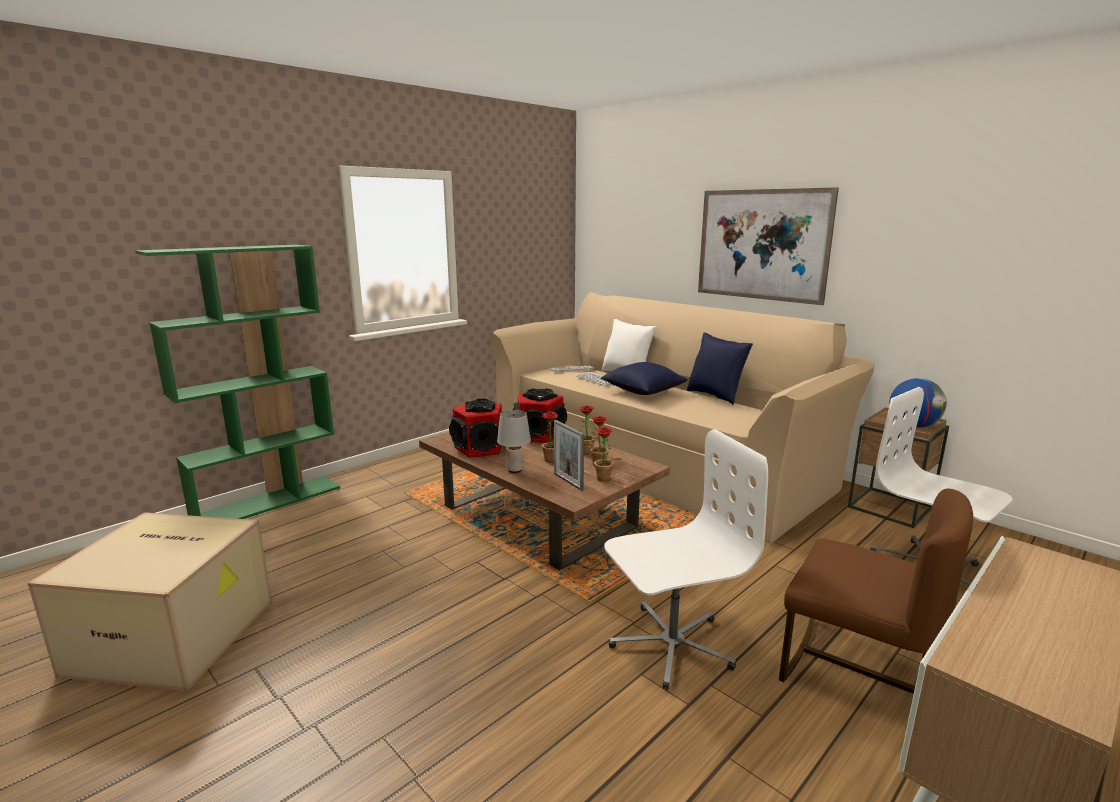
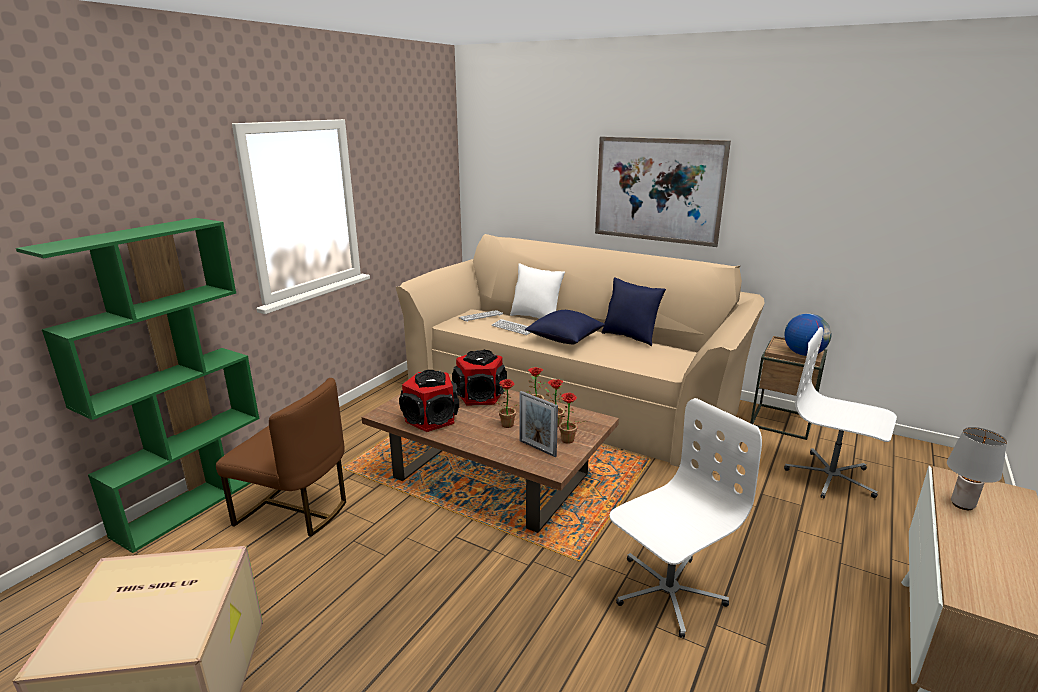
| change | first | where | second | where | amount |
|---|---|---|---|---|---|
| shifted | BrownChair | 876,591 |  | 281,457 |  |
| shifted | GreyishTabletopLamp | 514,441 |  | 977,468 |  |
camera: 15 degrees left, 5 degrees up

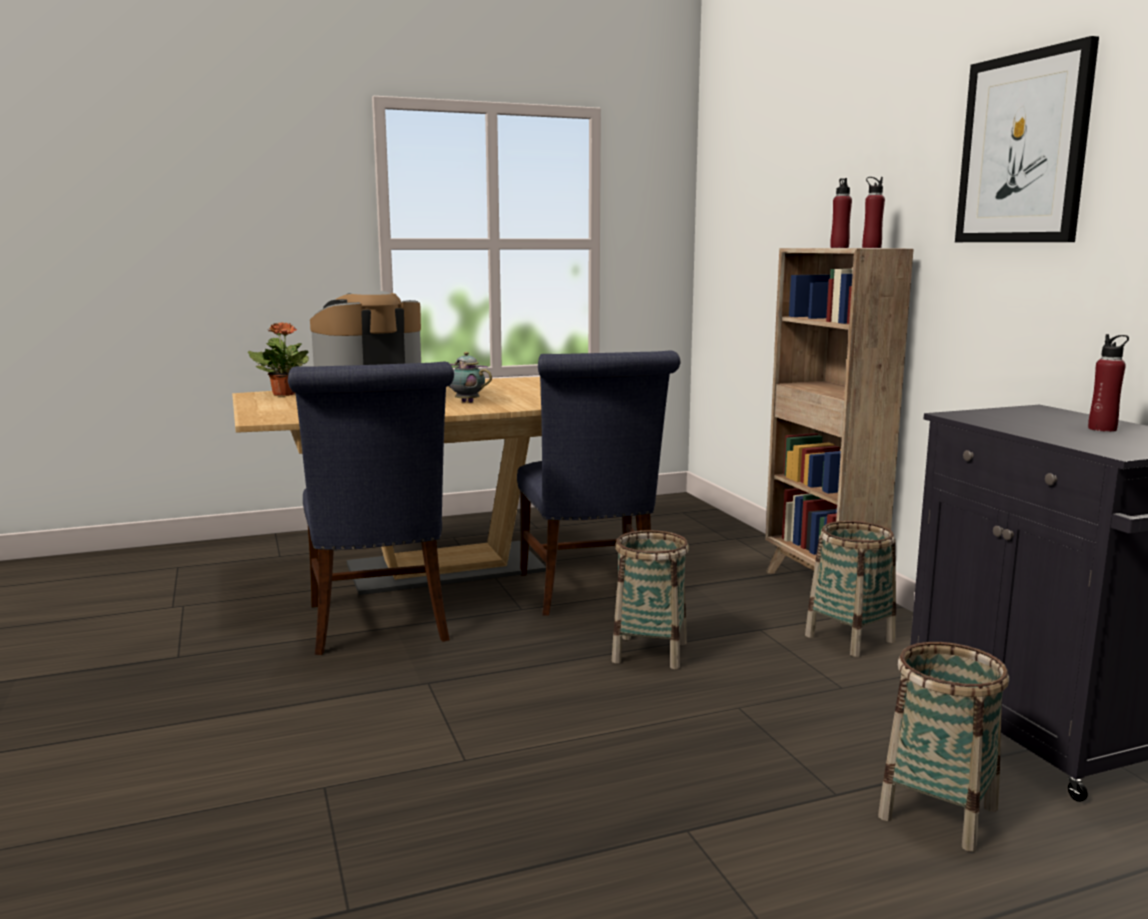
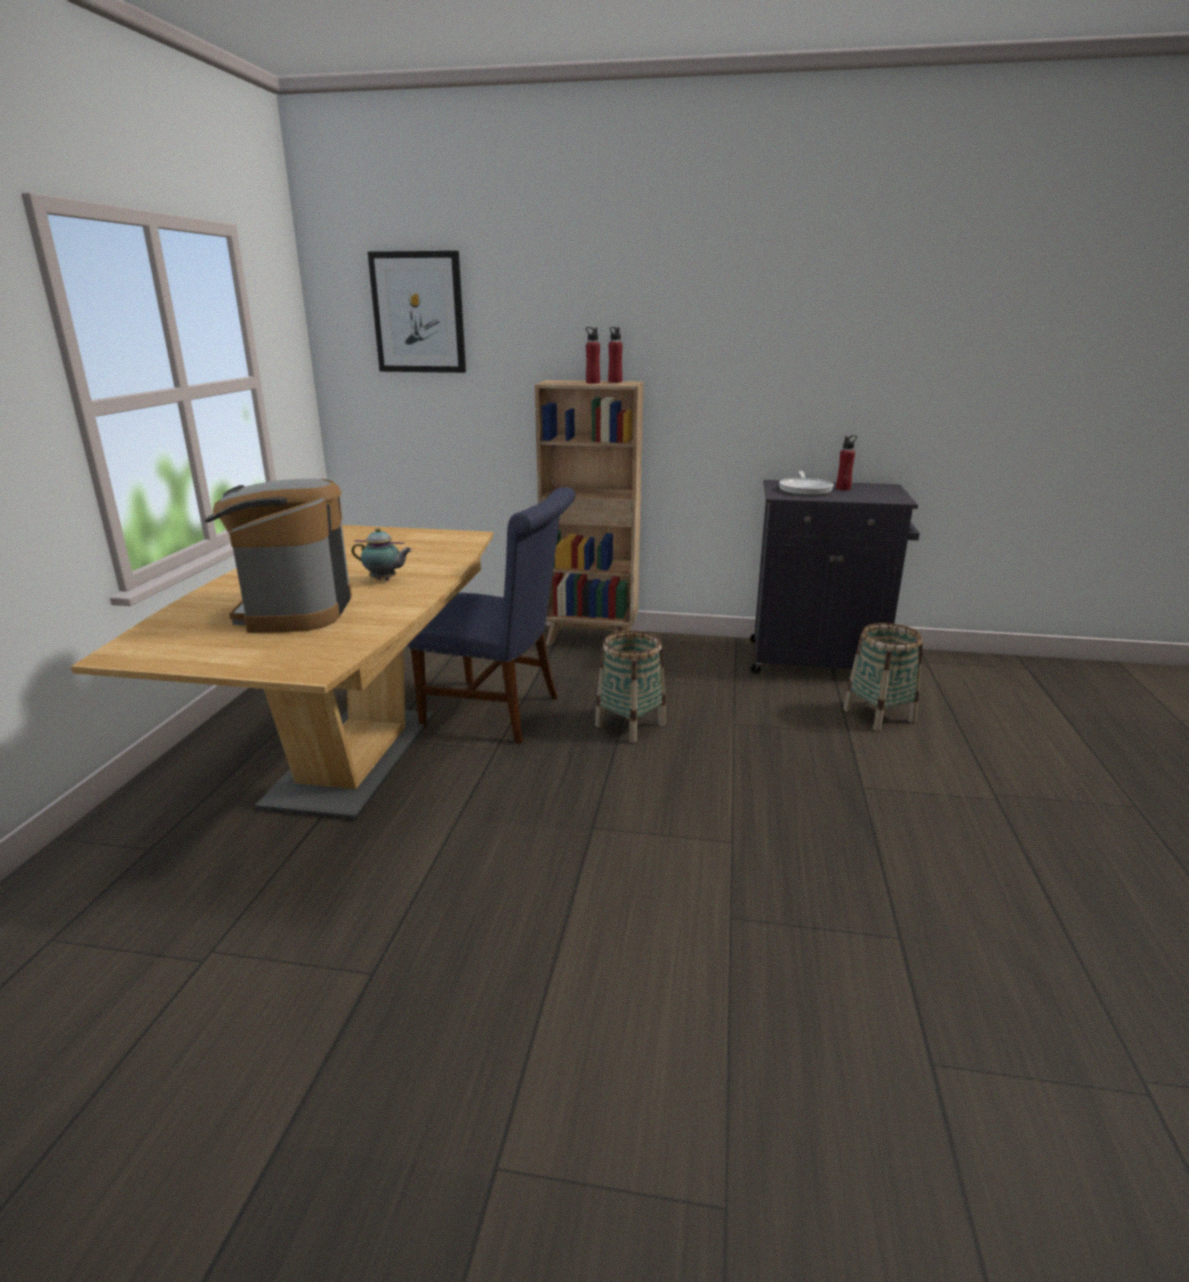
| change | first | where | second | where | amount |
|---|---|---|---|---|---|
| rotated | Teapot | 470,377 |  | 381,554 | 135 degrees counterclockwise |
| shifted | WallArt | 1027,139 |  | 417,312 |  |
| new |  |  | FryingPan | 806,483 |  |
| gone | PottedPlant | 278,359 |  |  |  |
| gone | BluishChair | 371,508 |  |  |  |
| gone | HouseholdBasket | 850,589 |  |  |  |
camera: 60 degrees left, 10 degrees up

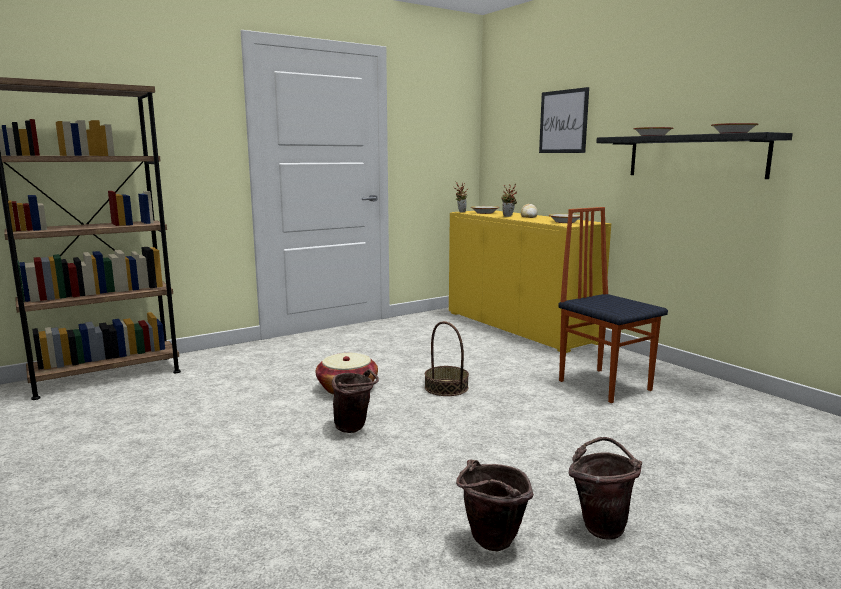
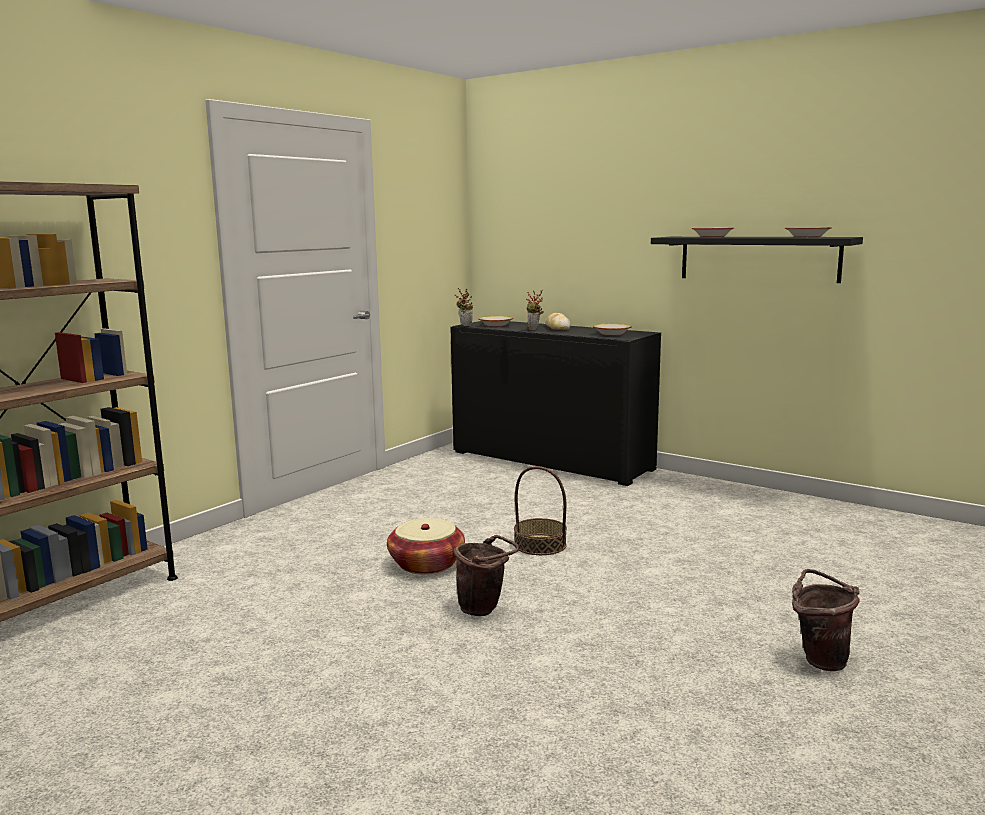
| change | first | where | second | where | amount |
|---|---|---|---|---|---|
| repainted | YellowishCabinet | 530,282 | BlackishCabinet | 555,403 |  |
| gone | BrownWaterBucket | 495,505 |  |  |  |
| gone | WallArt | 564,120 |  |  |  |
| gone | Chair | 613,305 |  |  |  |
camera: 20 degrees left, 0 degrees up

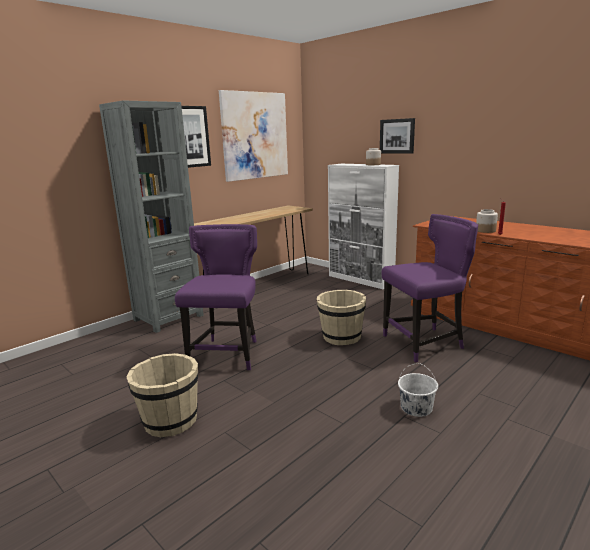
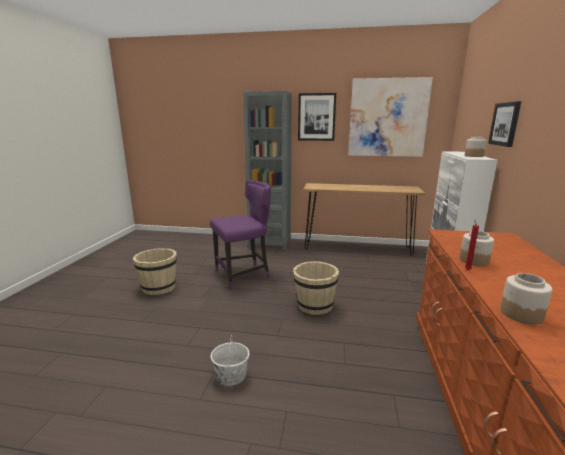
| change | first | where | second | where | amount |
|---|---|---|---|---|---|
| new |  |  | Jar | 526,299 |  |
| gone | PurpleColouredChair | 429,288 |  |  |  |
camera: 55 degrees right, 0 degrees up

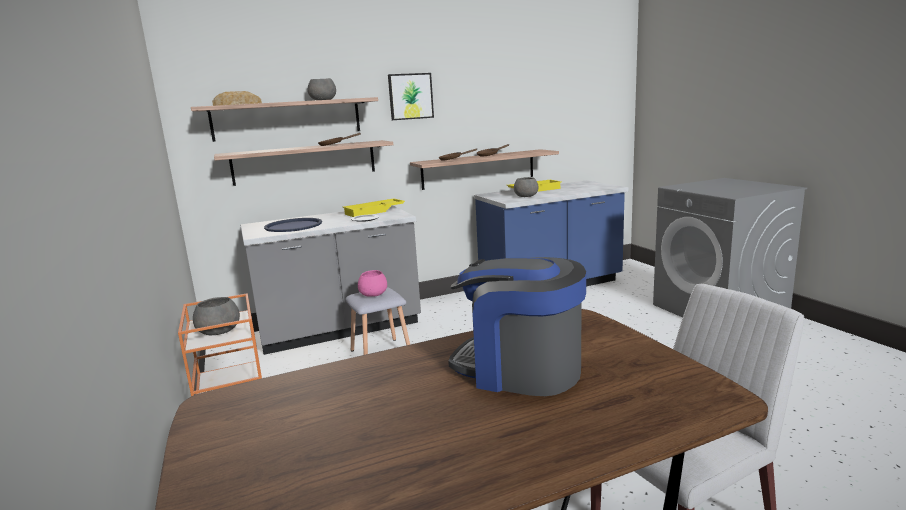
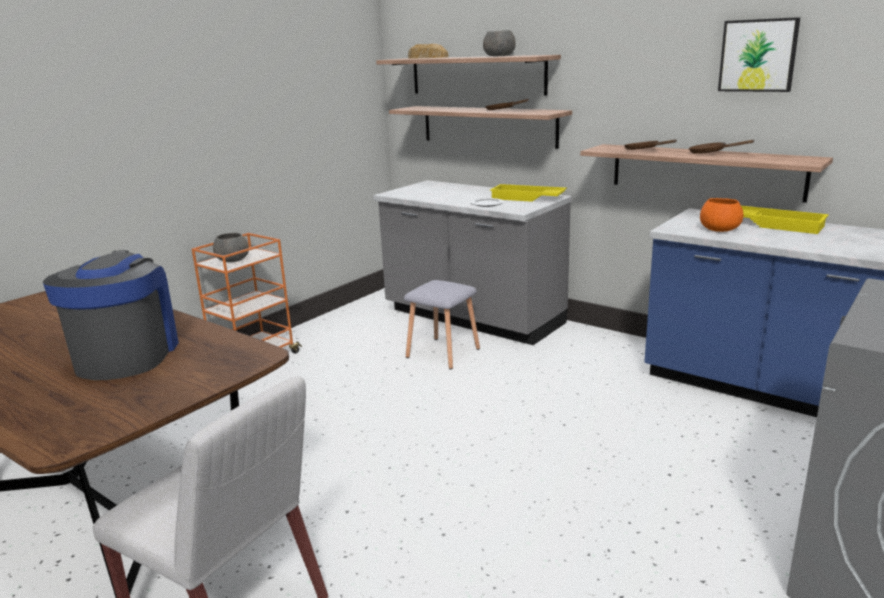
| change | first | where | second | where | amount |
|---|---|---|---|---|---|
| repainted | GreyishServingBowl | 526,187 | OrangeColouredServingBowl | 721,215 |  |
| shifted | WallArt | 411,96 |  | 759,54 |  |
| gone | BluishServingTray | 293,225 |  |  |  |
| gone | PinkServingBowl | 372,283 |  |  |  |
camera: 60 degrees right, 5 degrees up

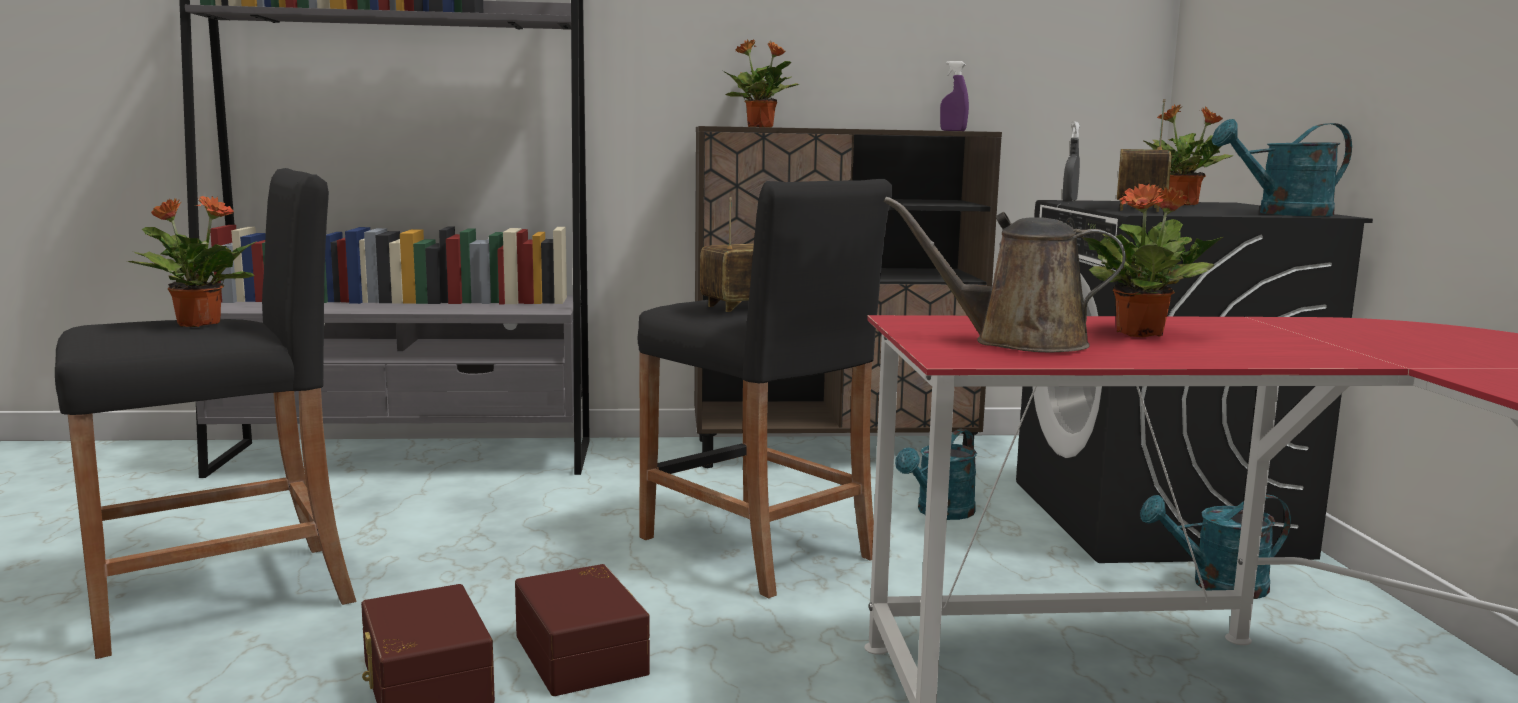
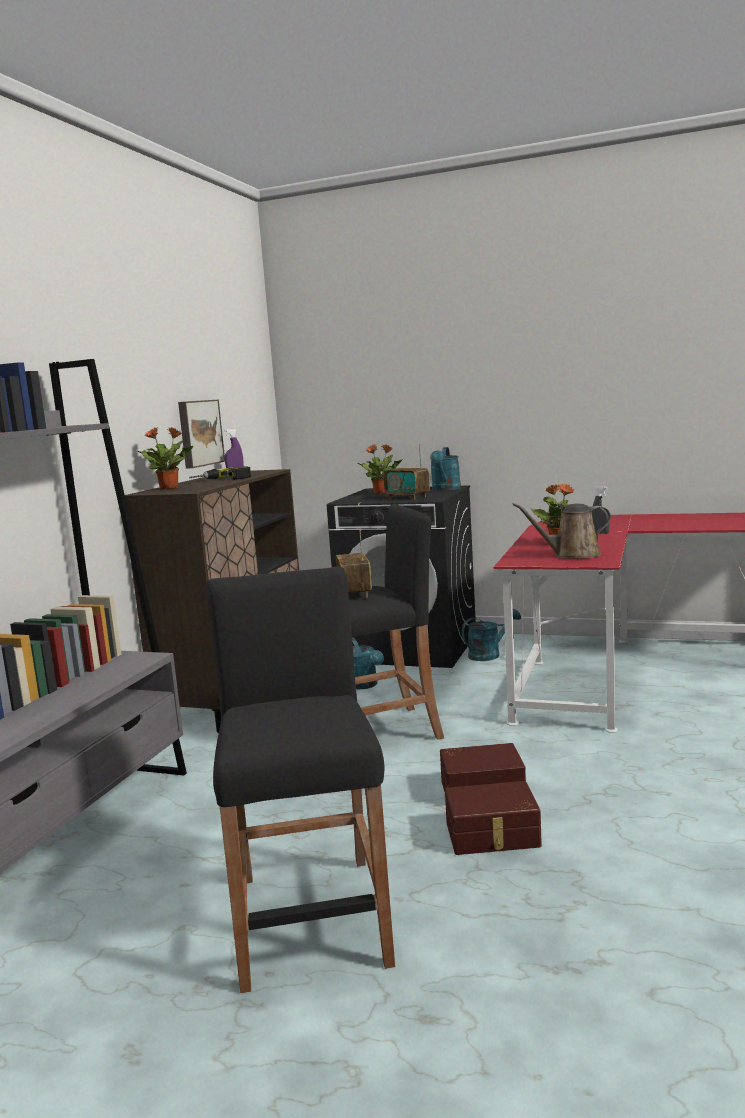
| change | first | where | second | where | amount |
|---|---|---|---|---|---|
| new |  |  | WallArt | 201,434 |  |
| new |  |  | PowerDrill | 220,473 |  |
| rotated | BlueGreenWateringCan | 1215,547 |  | 491,635 | 135 degrees counterclockwise |
| rotated | BrownWateringCan | 1005,274 |  | 561,531 | 45 degrees clockwise |
| shifted | GreyishSprayer | 1071,161 |  | 601,510 |  |
| gone | PottedPlant | 192,261 |  |  |  |
camera: 65 degrees left, 0 degrees up

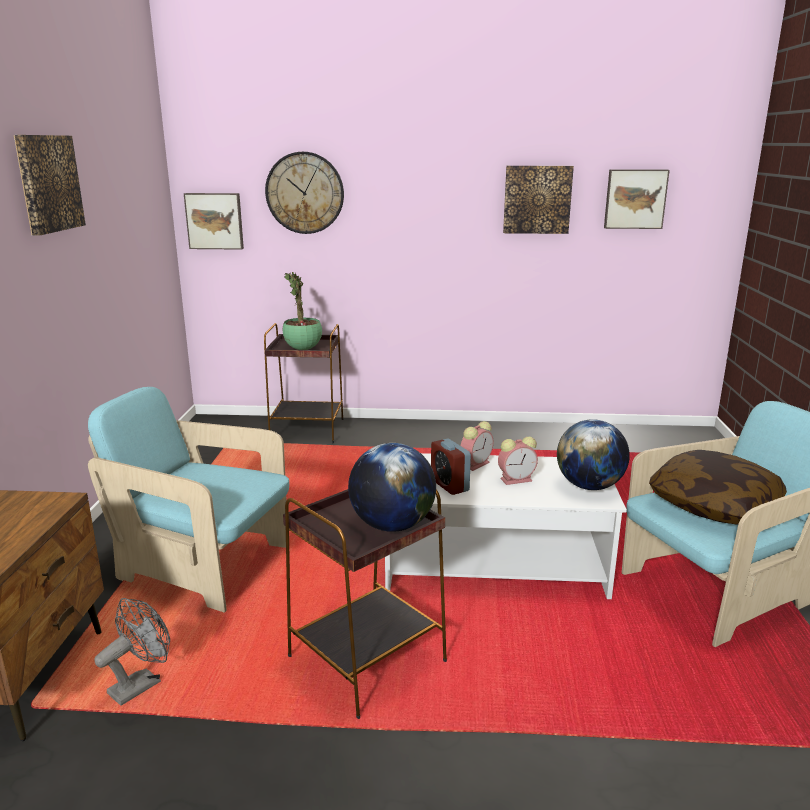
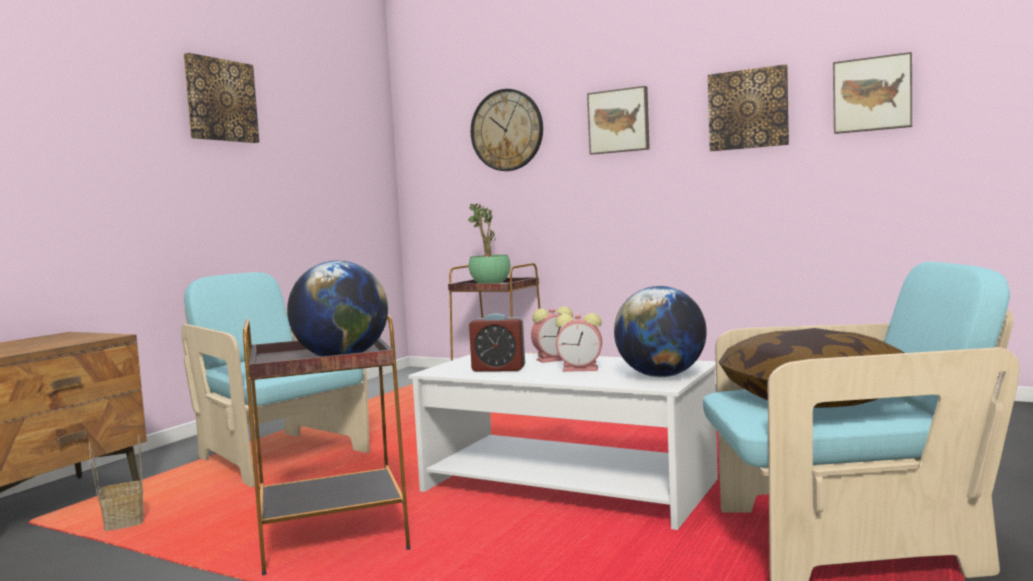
| change | first | where | second | where | amount |
|---|---|---|---|---|---|
| swapped | GreyishFan | 132,652 | HouseholdBasket | 116,483 |  |
| rotated | AlarmClock | 451,467 |  | 497,342 | 75 degrees counterclockwise |
| shifted | WallArt | 214,221 |  | 618,120 |  |
camera: 25 degrees right, 15 degrees down

